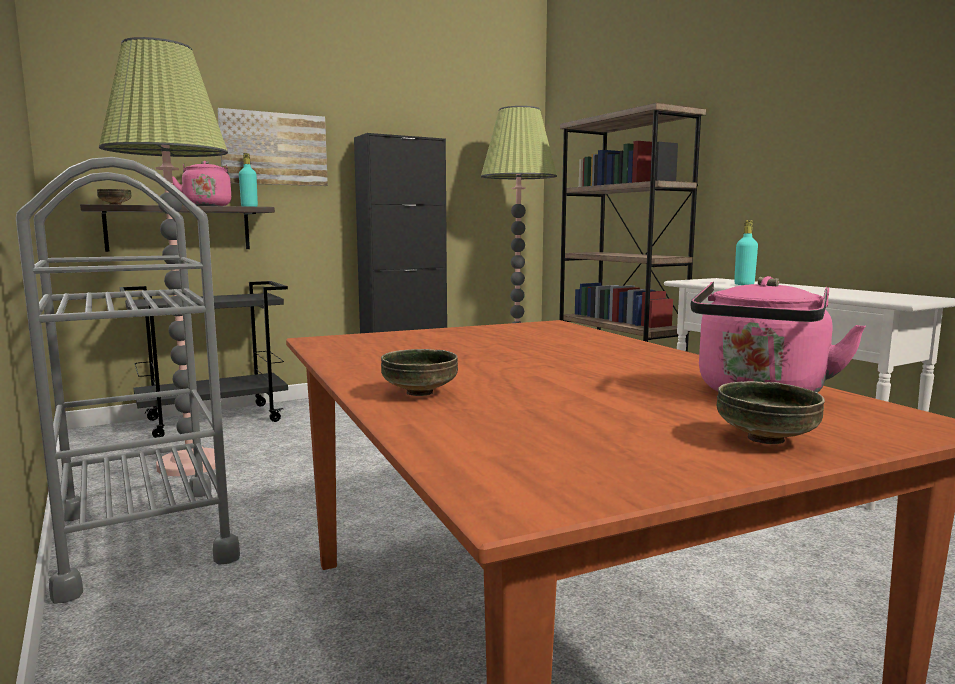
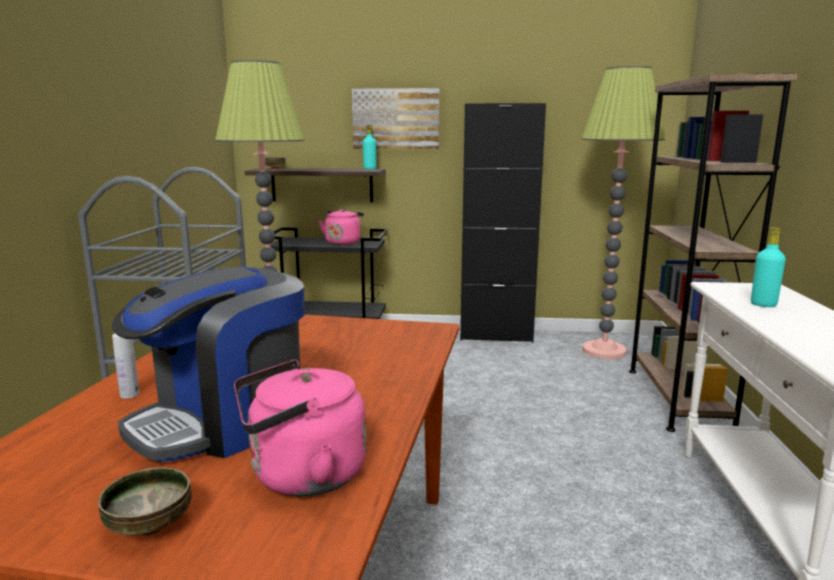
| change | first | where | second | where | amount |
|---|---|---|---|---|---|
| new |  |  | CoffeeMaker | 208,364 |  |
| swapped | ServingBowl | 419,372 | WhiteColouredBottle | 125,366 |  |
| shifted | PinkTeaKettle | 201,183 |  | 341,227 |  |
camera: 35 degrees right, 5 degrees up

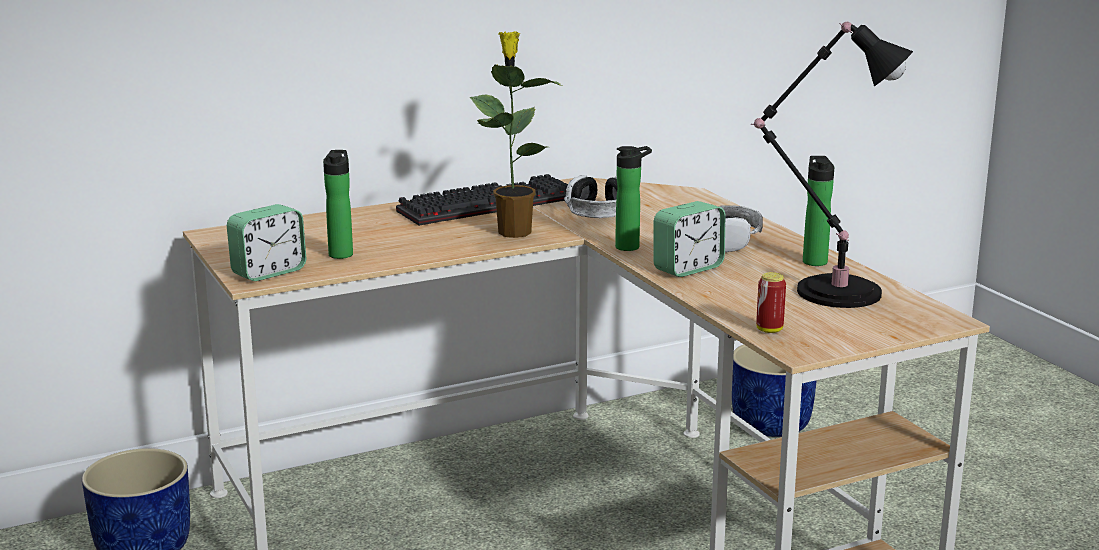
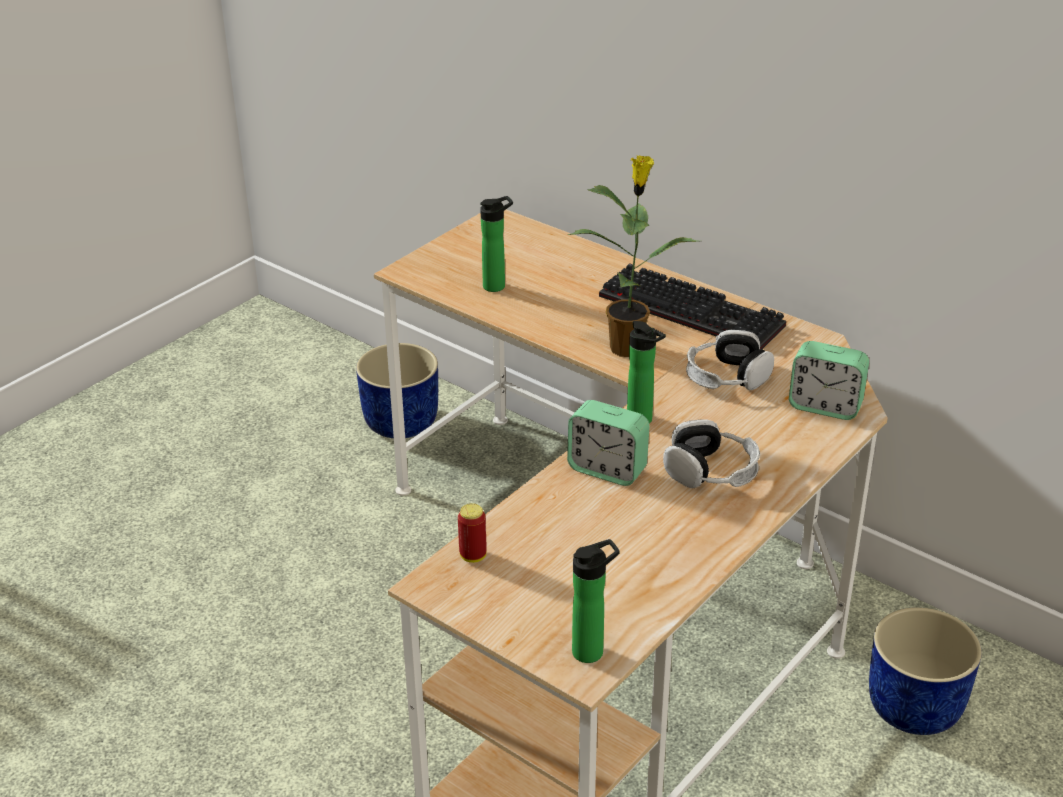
| change | first | where | second | where | amount |
|---|---|---|---|---|---|
| shifted | Bottle | 818,211 |  | 595,601 |  |
| shifted | AlarmClock | 266,242 |  | 829,380 |  |
| gone | BlackishTabletopLamp | 832,165 |  |  |  |
camera: 65 degrees right, 15 degrees up

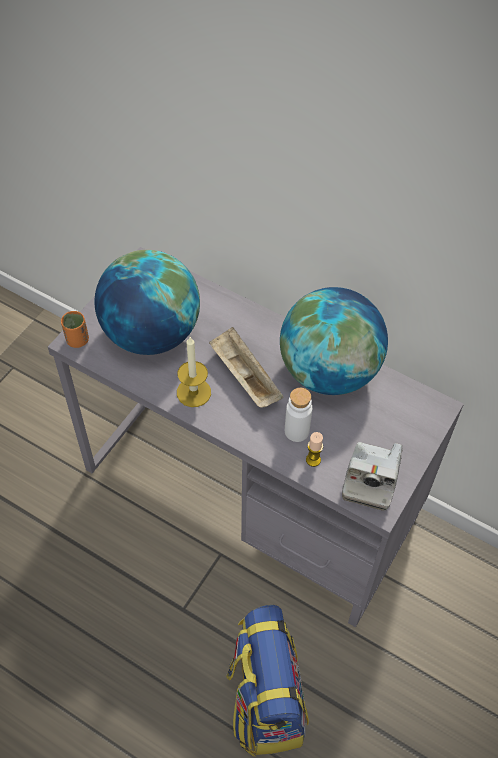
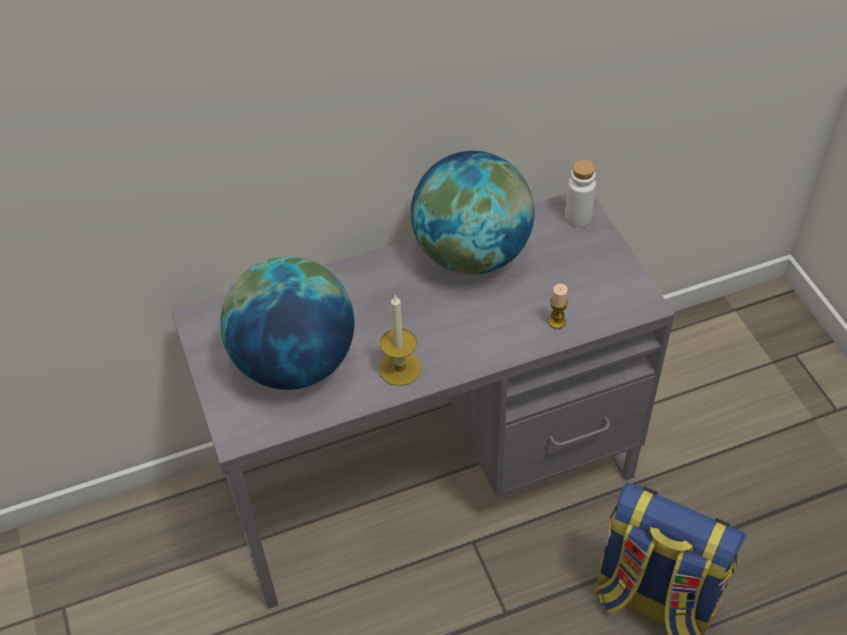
| change | first | where | second | where | amount |
|---|---|---|---|---|---|
| shifted | WhiteColouredBottle | 298,415 |  | 580,193 |  |
| gone | OrangeColouredSmallCup | 75,329 |  |  |  |
| gone | SandColouredServingTray | 246,367 |  |  |  |
| gone | StillCamera | 372,476 |  |  |  |
camera: 50 degrees left, 5 degrees down

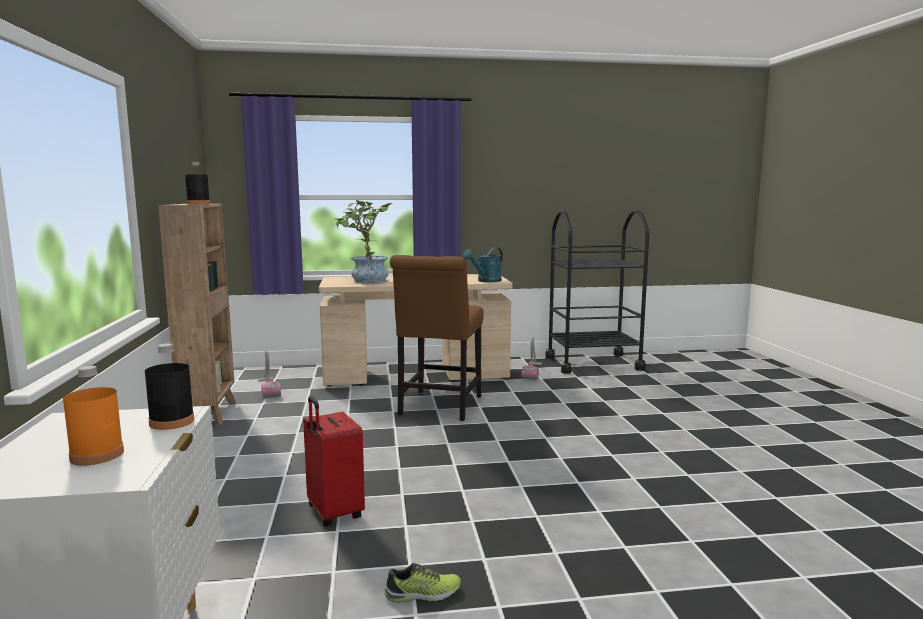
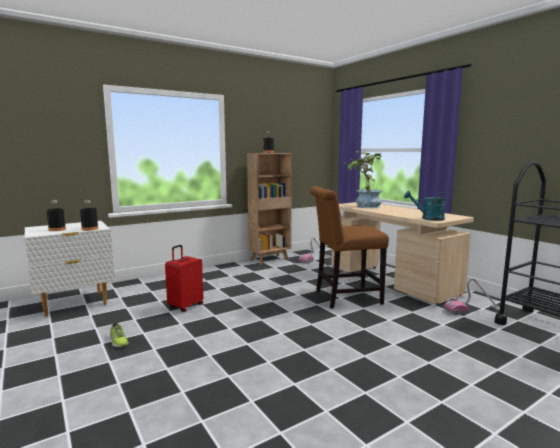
| change | first | where | second | where | amount |
|---|---|---|---|---|---|
| repainted | OrangeColouredBottle | 93,416 | BlackishBottle | 56,215 |  |
camera: 65 degrees right, 0 degrees up

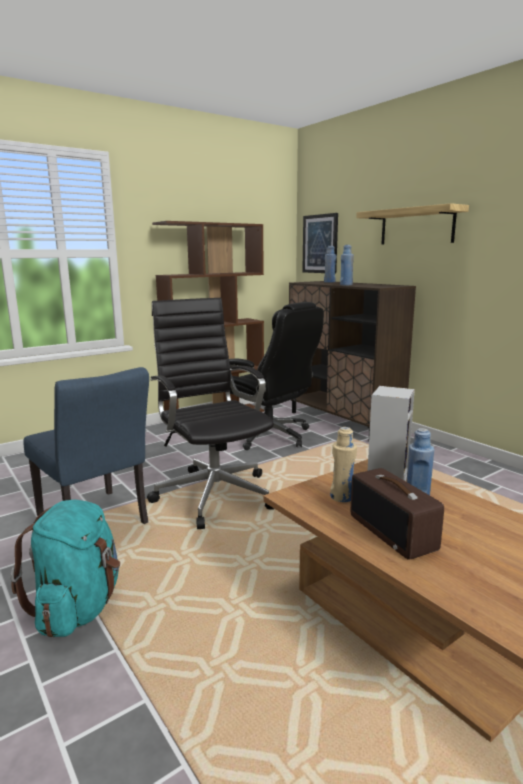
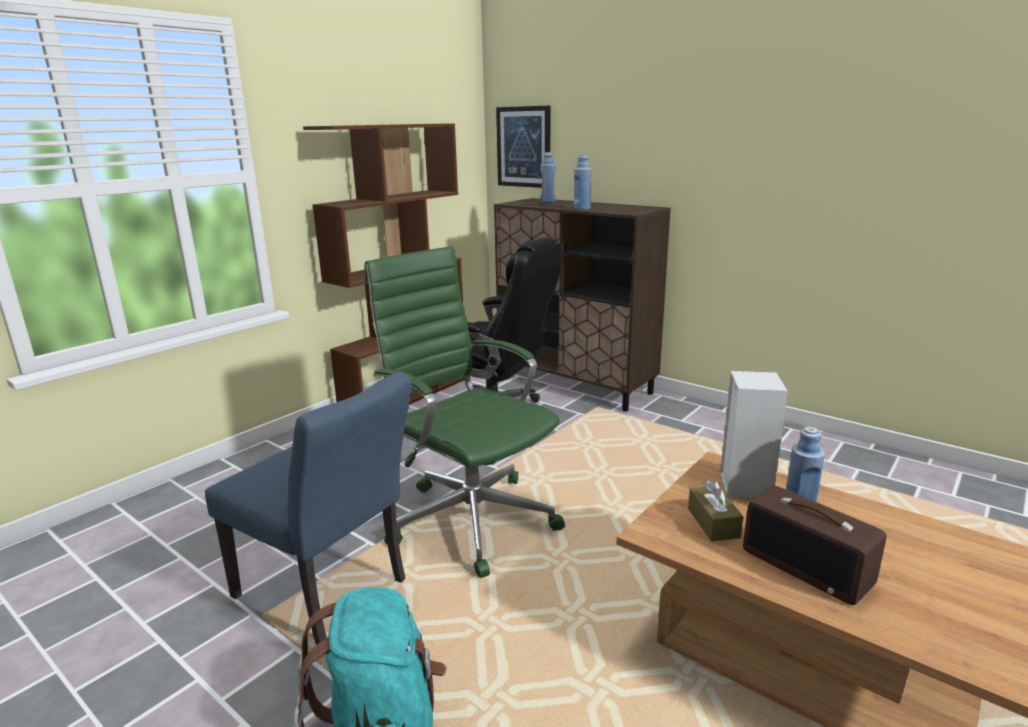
| change | first | where | second | where | amount |
|---|---|---|---|---|---|
| repainted | BlackishComputerChair | 210,413 | GreenComputerChair | 465,412 |  |
| swapped | SandColouredBottle | 343,464 | BrownTissueHolder | 716,510 |  |
| gone | Shelf | 412,223 |  |  |  |
camera: 15 degrees left, 5 degrees up

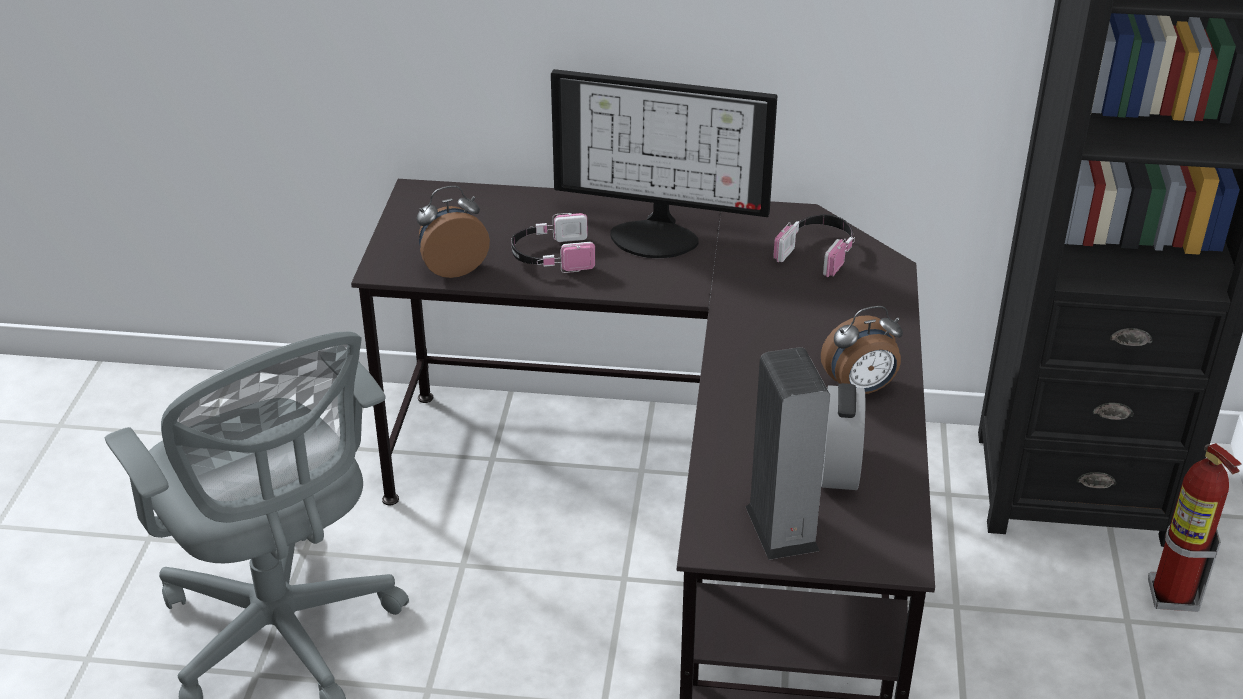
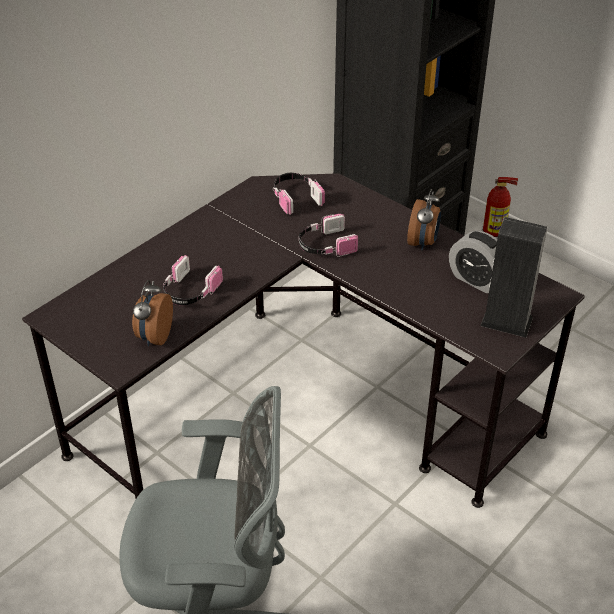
| change | first | where | second | where | amount |
|---|---|---|---|---|---|
| new |  |  | Headphones | 328,235 |  |
| gone | ComputerDisplay | 664,163 |  |  |  |
camera: 55 degrees left, 5 degrees up

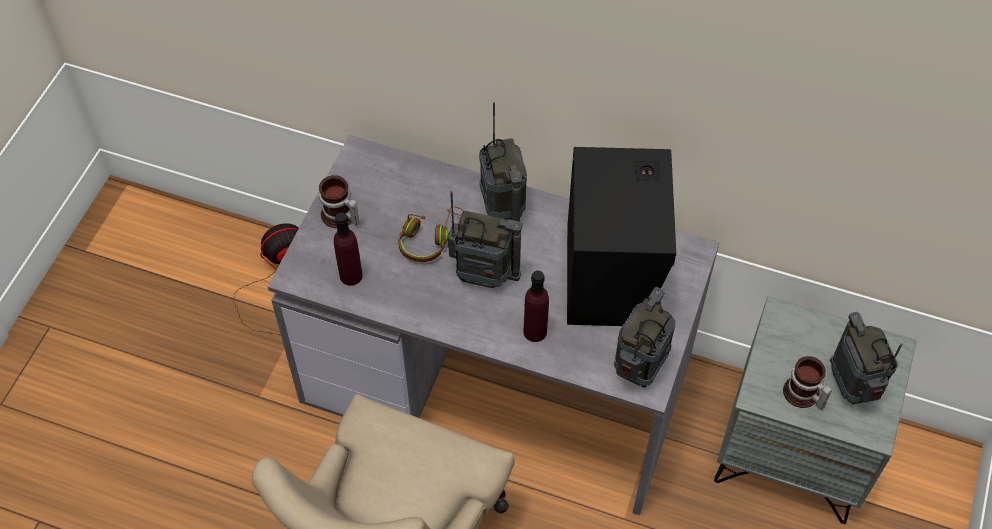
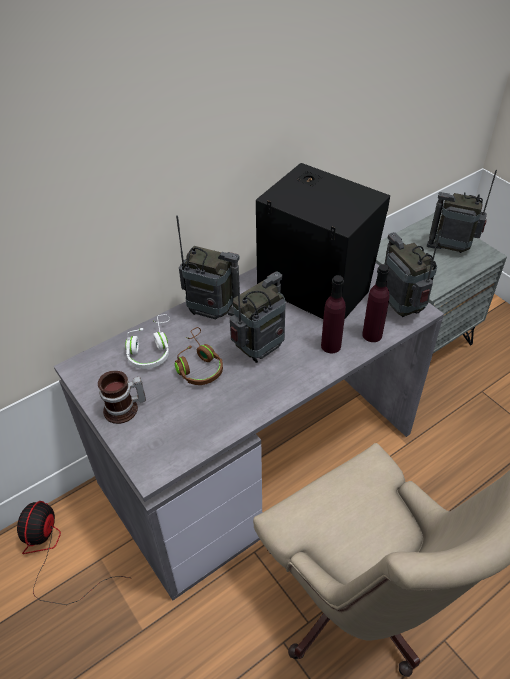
| change | first | where | second | where | amount |
|---|---|---|---|---|---|
| new |  |  | WhiteColouredHeadphones | 147,341 |  |
| shifted | PurpleColouredBottle | 348,249 |  | 375,303 |  |
| gone | TeaMug | 807,383 |  |  |  |
camera: 55 degrees left, 10 degrees down

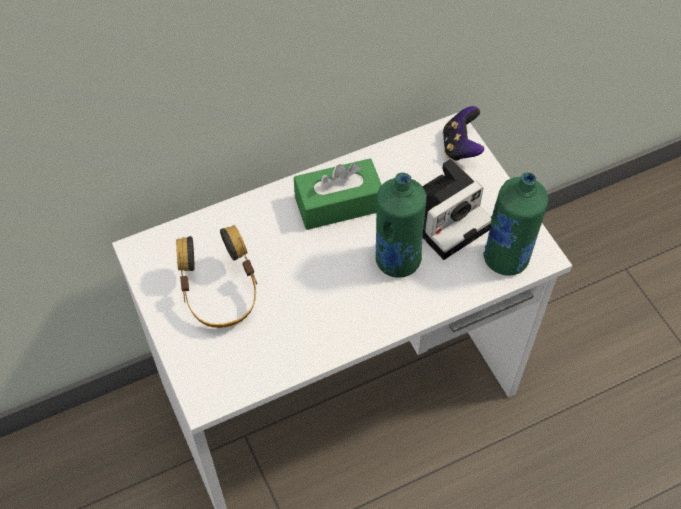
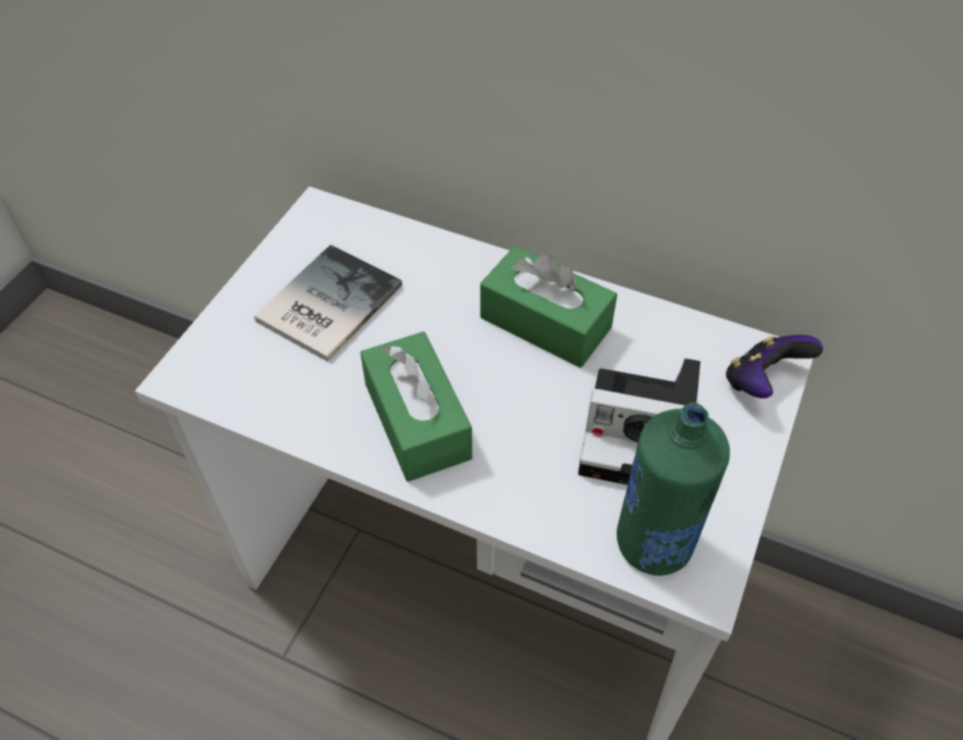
| change | first | where | second | where | amount |
|---|---|---|---|---|---|
| swapped | Headphones | 216,276 | Book | 328,303 |  |
| new |  |  | GreenTissueHolder | 416,407 |  |
| gone | GreenBottle | 401,225 |  |  |  |
camera: 50 degrees right, 5 degrees down

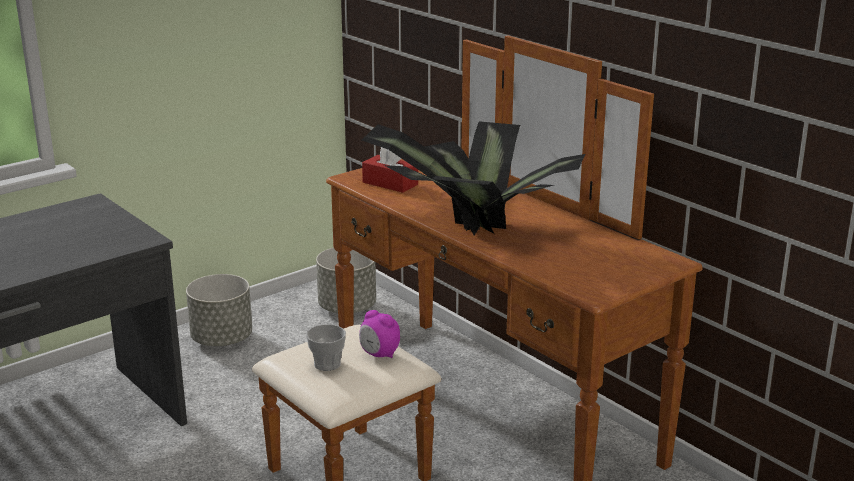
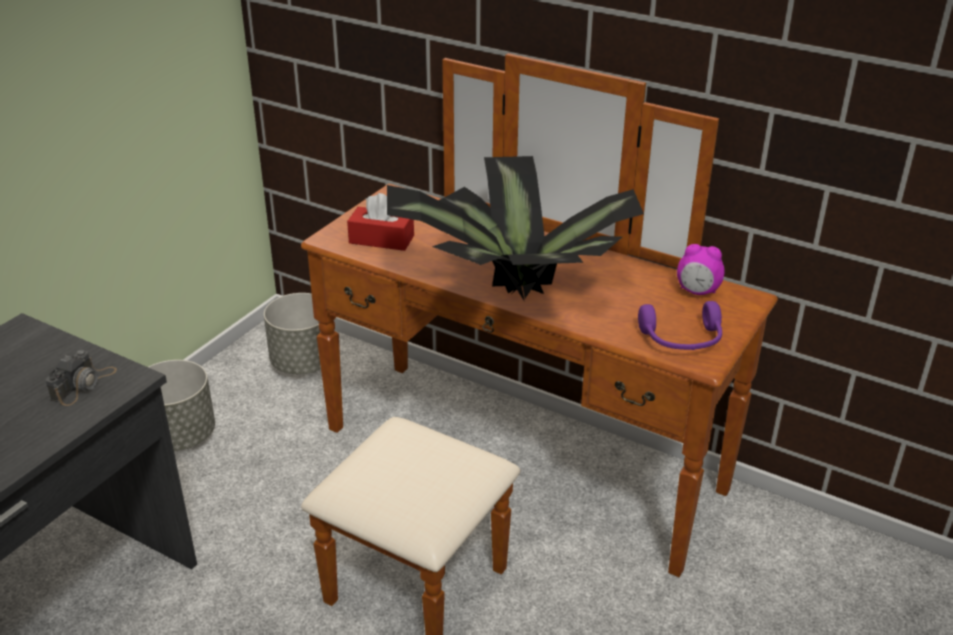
| change | first | where | second | where | amount |
|---|---|---|---|---|---|
| new |  |  | StillCamera | 81,378 |  |
| new |  |  | PurpleColouredHeadphones | 680,325 |  |
| shifted | AlarmClock | 379,334 |  | 700,269 |  |
| gone | SmallCup | 326,347 |  |  |  |
camera: 20 degrees left, 10 degrees up

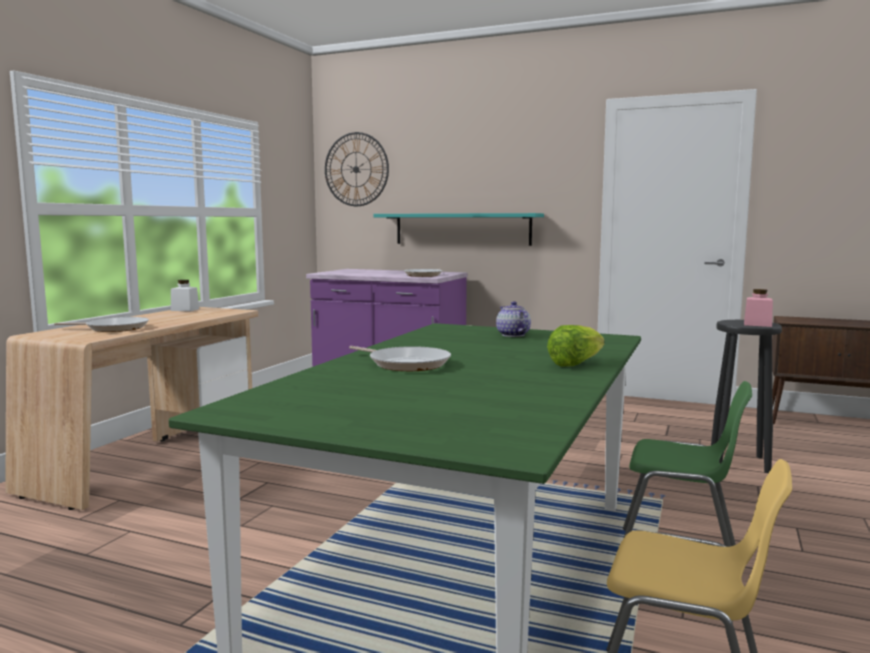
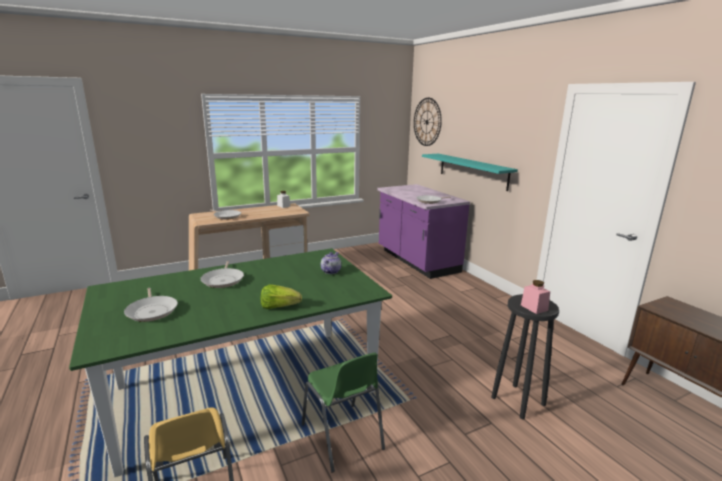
| change | first | where | second | where | amount |
|---|---|---|---|---|---|
| new |  |  | FryingPan | 151,305 |  |
camera: 40 degrees right, 10 degrees up

